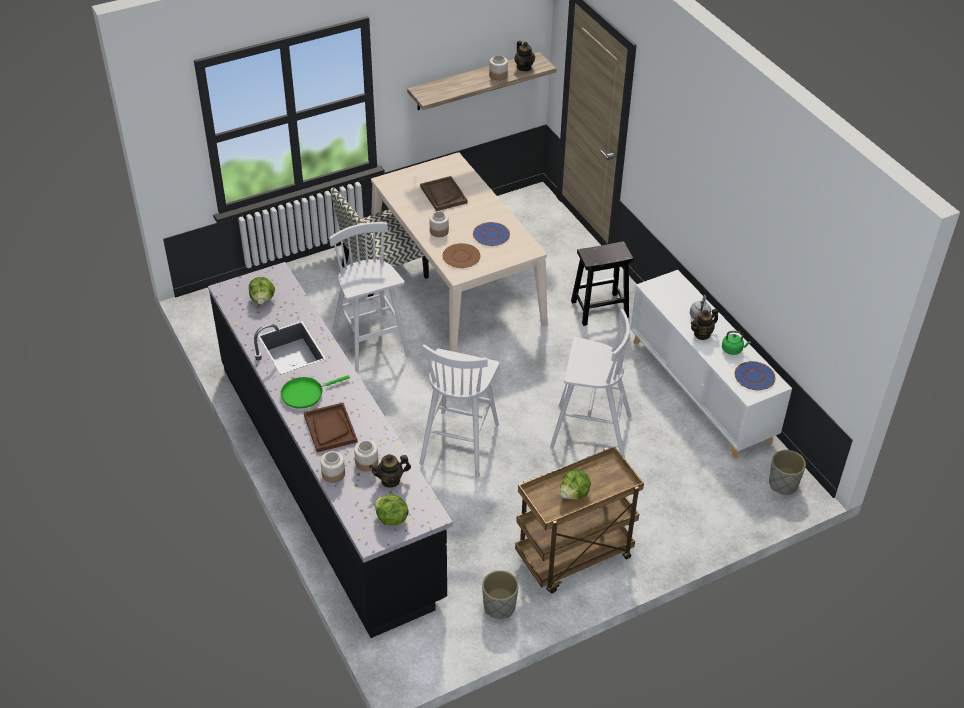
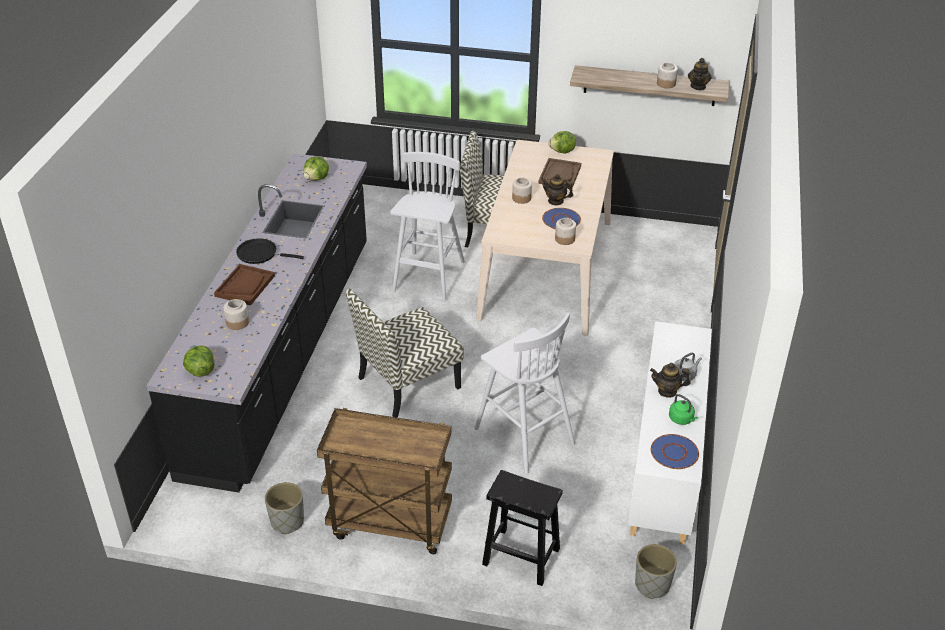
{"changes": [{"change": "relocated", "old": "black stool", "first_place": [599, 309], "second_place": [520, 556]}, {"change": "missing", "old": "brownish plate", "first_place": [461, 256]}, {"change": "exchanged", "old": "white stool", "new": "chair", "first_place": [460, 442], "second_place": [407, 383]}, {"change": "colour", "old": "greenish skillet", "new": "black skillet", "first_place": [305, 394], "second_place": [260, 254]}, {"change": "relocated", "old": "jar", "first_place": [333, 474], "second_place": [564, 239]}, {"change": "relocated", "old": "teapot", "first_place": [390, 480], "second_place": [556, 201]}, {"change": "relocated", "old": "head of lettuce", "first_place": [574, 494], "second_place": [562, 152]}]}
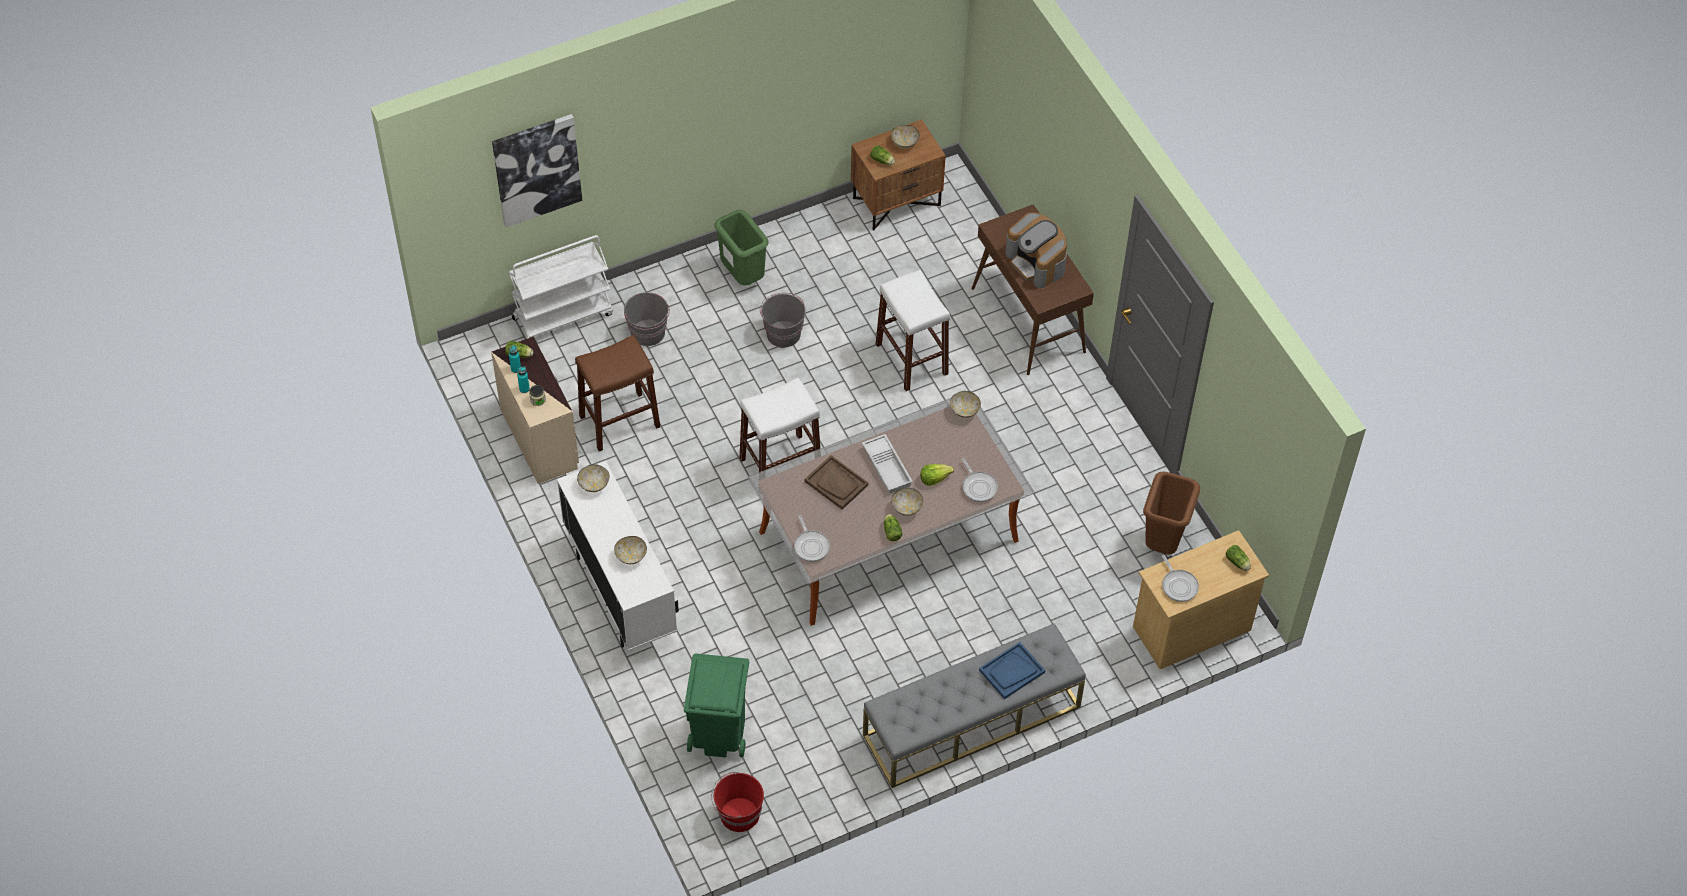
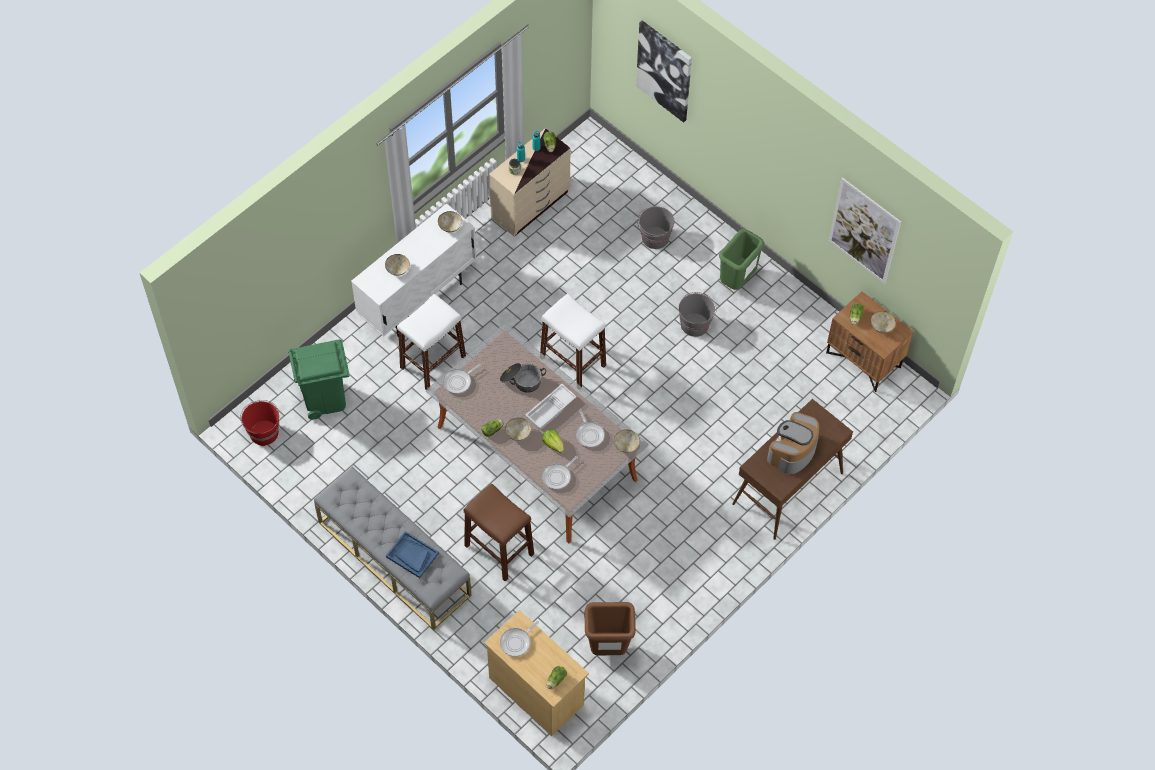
{"changes": [{"change": "missing", "old": "white cart", "first_place": [563, 315]}, {"change": "relocated", "old": "white stool", "first_place": [911, 359], "second_place": [433, 362]}, {"change": "relocated", "old": "brownish stool", "first_place": [619, 421], "second_place": [499, 550]}, {"change": "exchanged", "old": "brownish serving tray", "new": "stockpot", "first_place": [836, 483], "second_place": [521, 380]}, {"change": "appeared", "new": "picture", "second_place": [864, 230]}, {"change": "appeared", "new": "skillet", "second_place": [589, 434]}]}
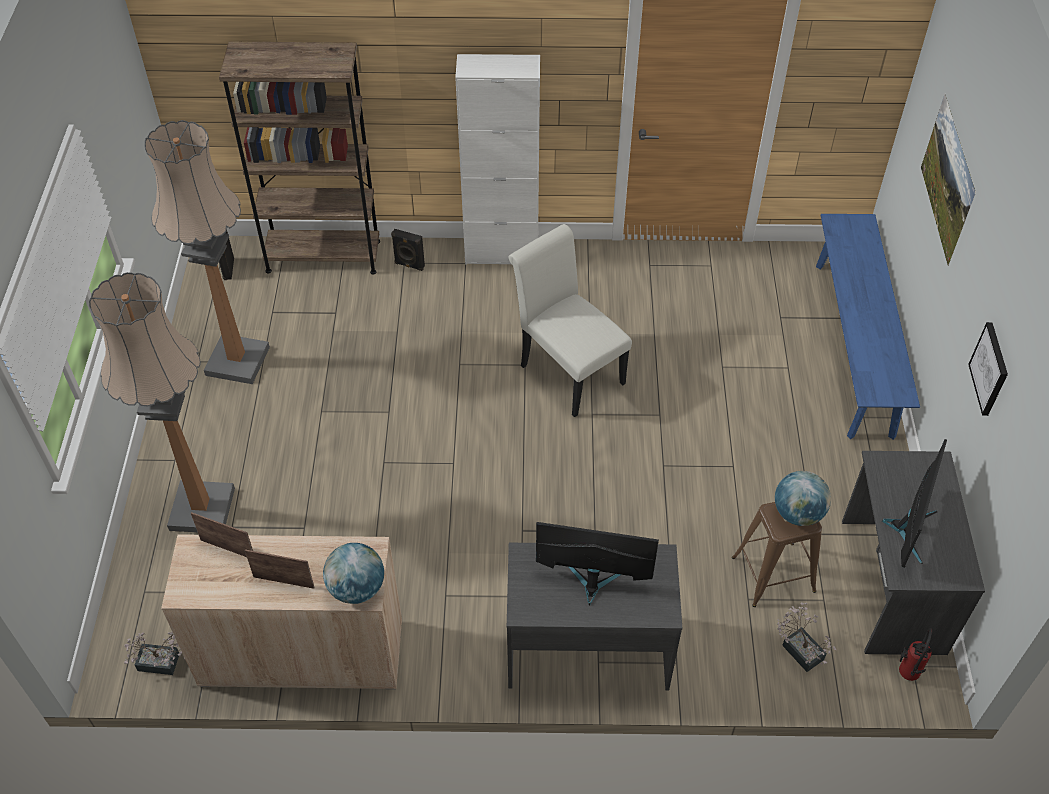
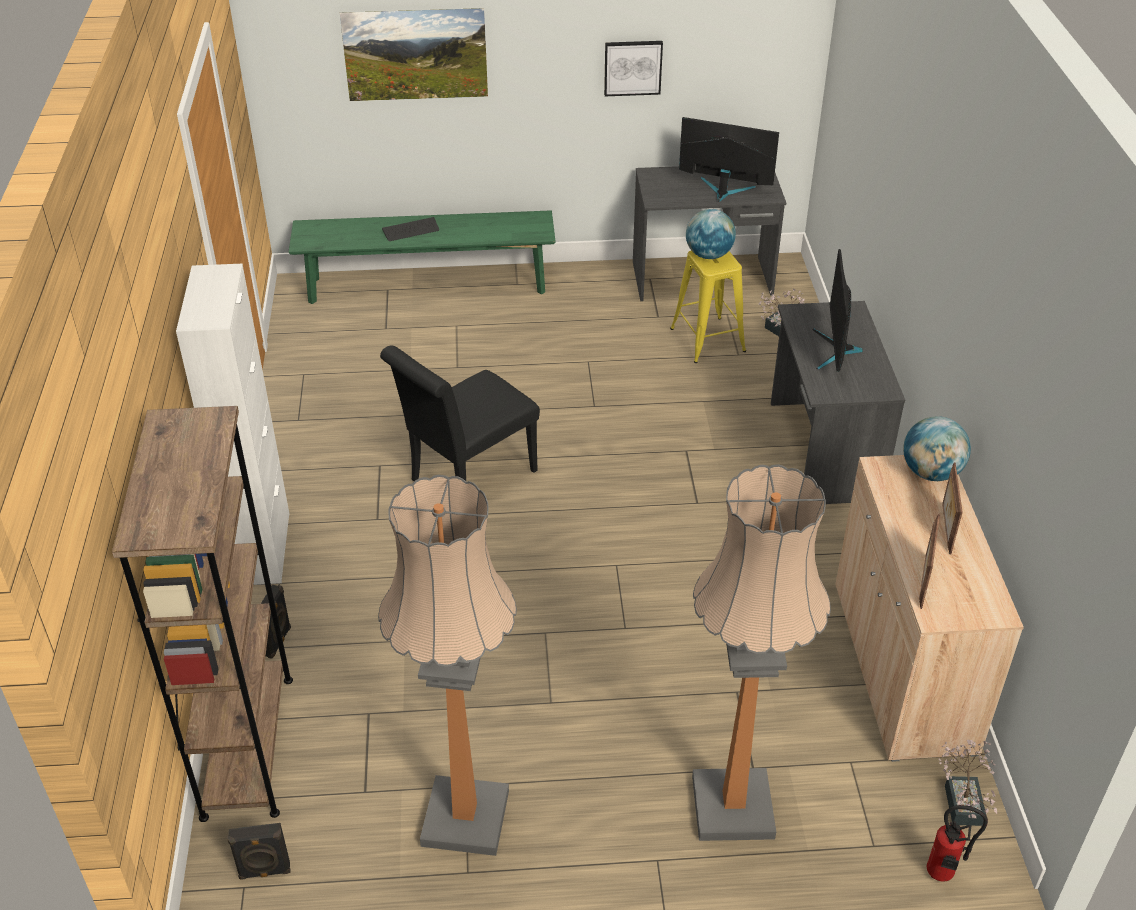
{"changes": [{"change": "colour", "old": "blue indoor bench", "new": "greenish indoor bench", "first_place": [853, 347], "second_place": [427, 285]}, {"change": "colour", "old": "white chair", "new": "black chair", "first_place": [567, 370], "second_place": [467, 479]}, {"change": "colour", "old": "brownish stool", "new": "yellow-coloured stool", "first_place": [773, 574], "second_place": [707, 340]}, {"change": "relocated", "old": "extinguisher", "first_place": [906, 676], "second_place": [944, 875]}, {"change": "appeared", "new": "PC keyboard", "second_place": [411, 230]}]}
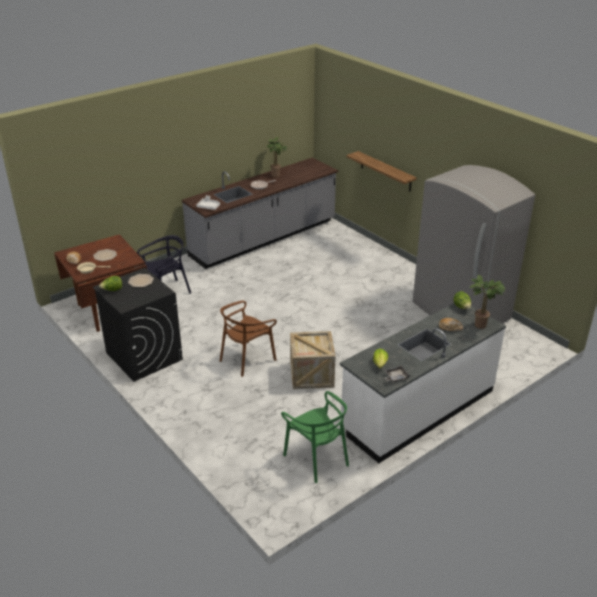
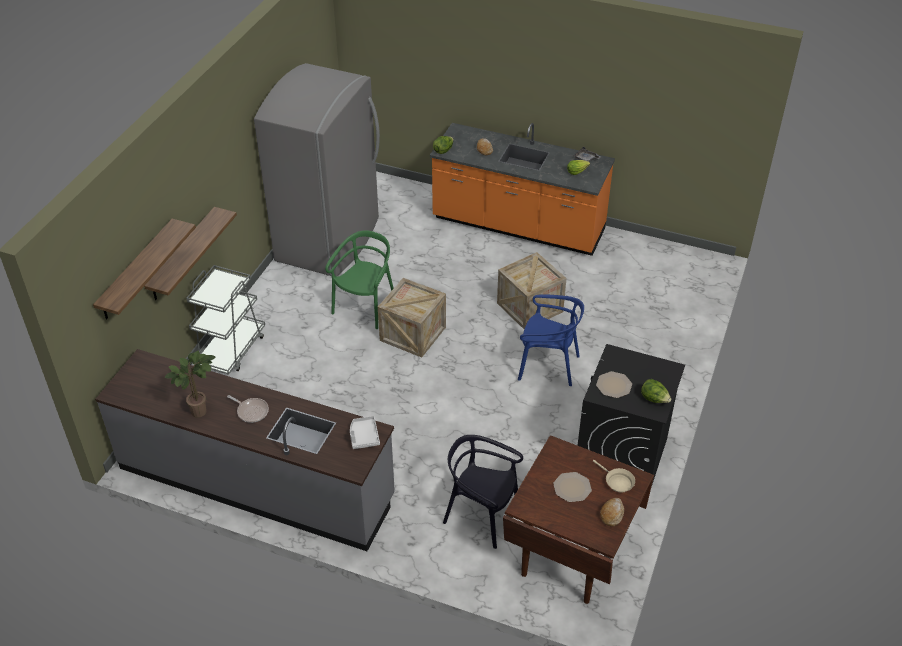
{"changes": [{"change": "missing", "old": "houseplant", "first_place": [482, 325]}, {"change": "colour", "old": "brownish chair", "new": "blue chair", "first_place": [247, 359], "second_place": [548, 366]}, {"change": "colour", "old": "white kitchen base unit", "new": "orange kitchen base unit", "first_place": [417, 410], "second_place": [518, 226]}, {"change": "relocated", "old": "greenish chair", "first_place": [317, 458], "second_place": [365, 307]}, {"change": "appeared", "new": "shelf", "second_place": [136, 270]}, {"change": "appeared", "new": "gray cart", "second_place": [231, 349]}, {"change": "appeared", "new": "crate", "second_place": [413, 334]}]}
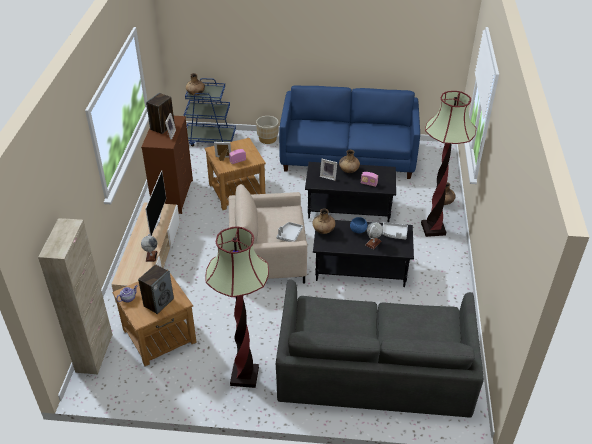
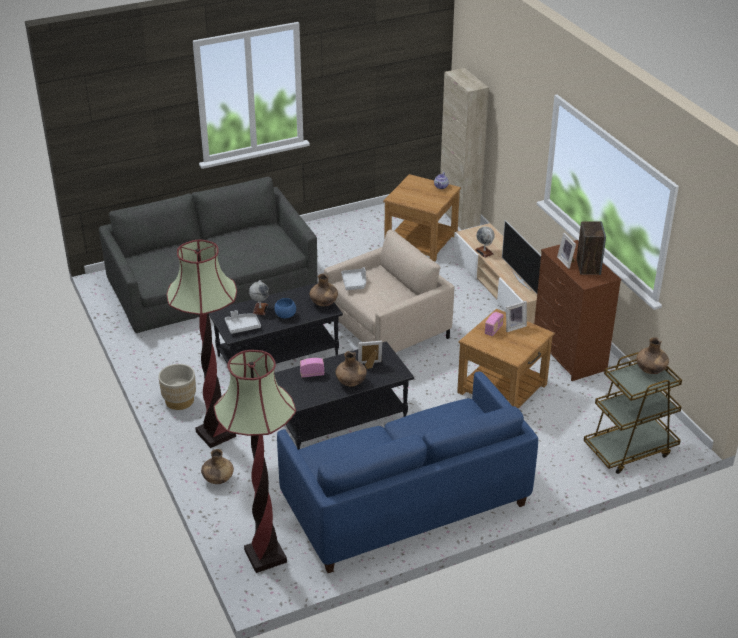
{"changes": [{"change": "colour", "old": "blue cart", "new": "brownish cart", "first_place": [210, 139], "second_place": [629, 449]}, {"change": "relocated", "old": "sand-coloured plant pot", "first_place": [267, 139], "second_place": [179, 401]}, {"change": "relocated", "old": "standard lamp", "first_place": [244, 376], "second_place": [265, 556]}, {"change": "missing", "old": "audio speaker", "first_place": [158, 302]}]}
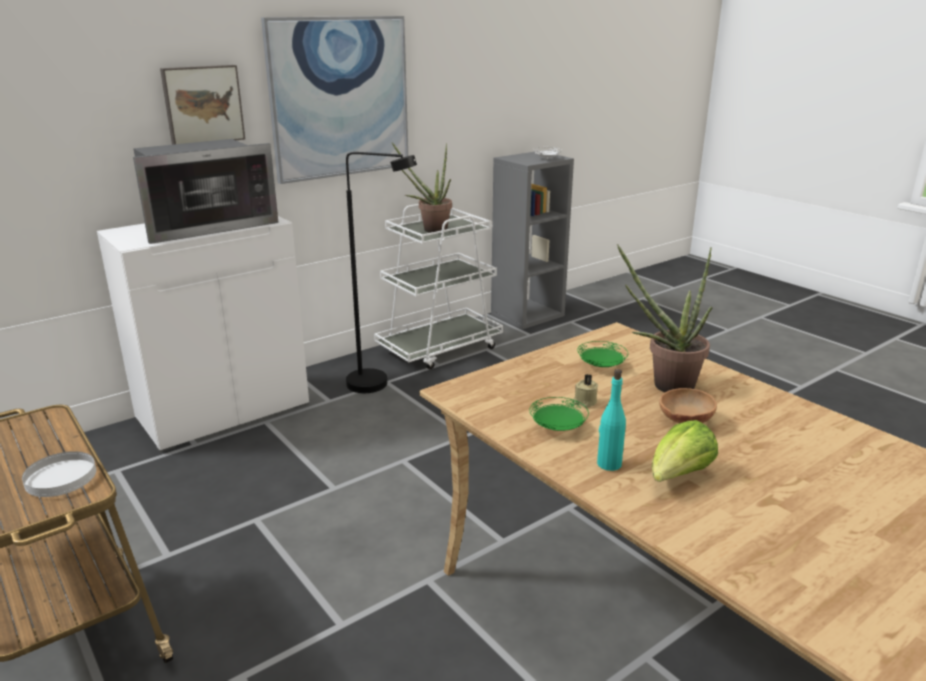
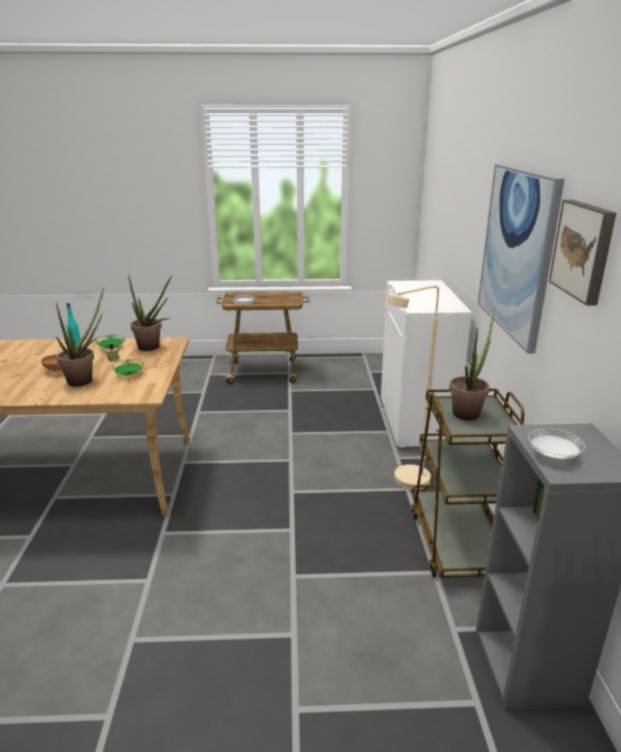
{"changes": [{"change": "relocated", "old": "picture", "first_place": [202, 104], "second_place": [584, 250]}, {"change": "missing", "old": "kitchen microwave", "first_place": [206, 225]}, {"change": "colour", "old": "black standard lamp", "new": "sand-coloured standard lamp", "first_place": [378, 385], "second_place": [405, 483]}, {"change": "colour", "old": "white cart", "new": "brownish cart", "first_place": [440, 348], "second_place": [458, 542]}, {"change": "missing", "old": "head of lettuce", "first_place": [678, 476]}, {"change": "appeared", "new": "houseplant", "second_place": [152, 348]}]}
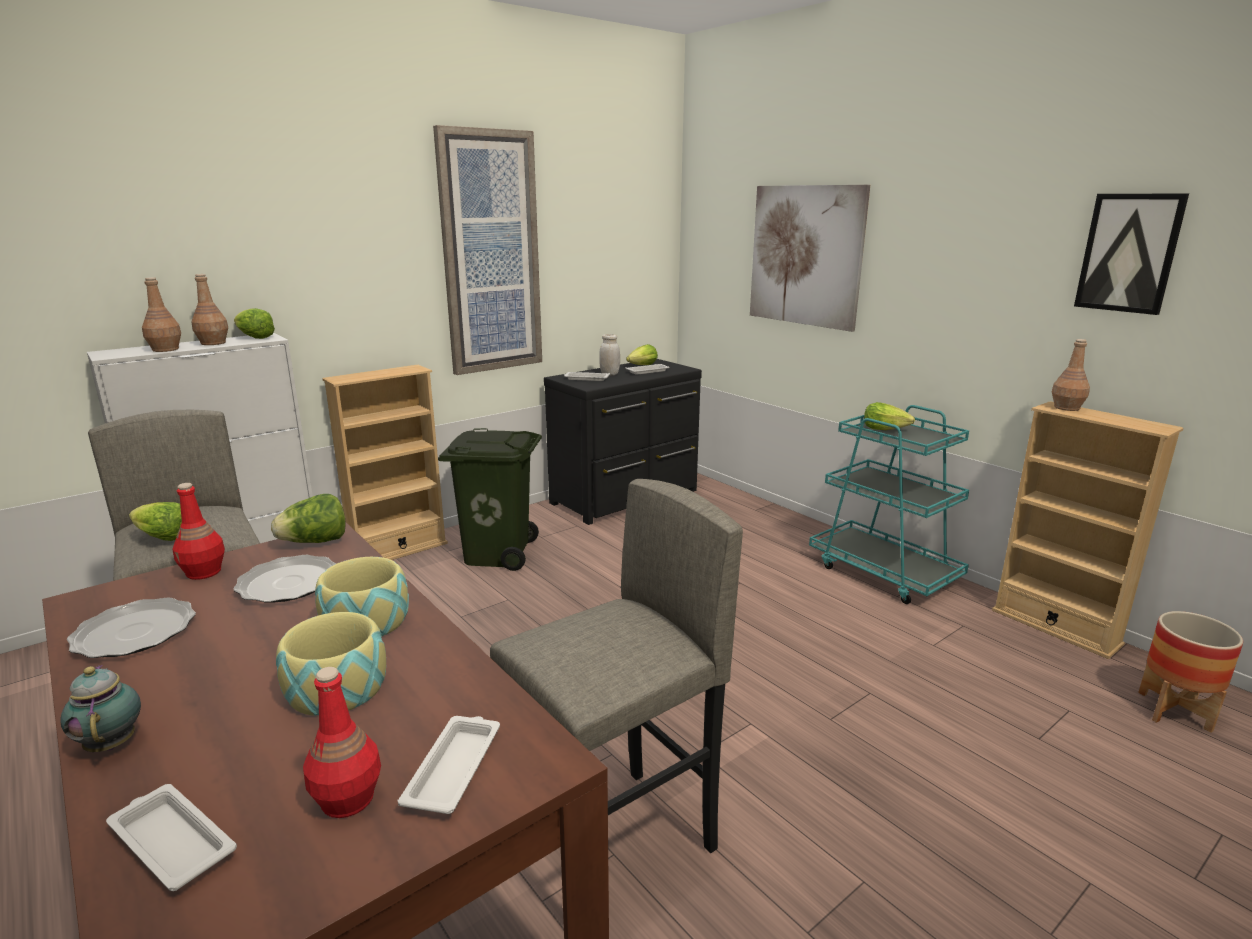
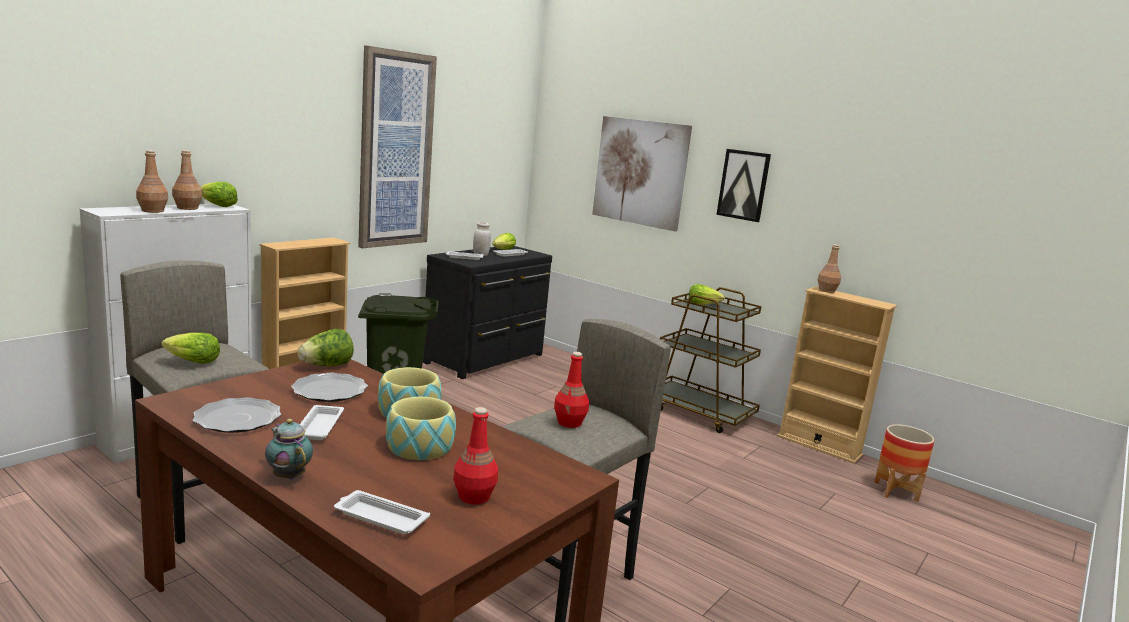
{"changes": [{"change": "relocated", "old": "picture", "first_place": [1129, 253], "second_place": [743, 185]}, {"change": "colour", "old": "blue-green cart", "new": "brownish cart", "first_place": [883, 572], "second_place": [699, 413]}, {"change": "relocated", "old": "red-coloured drink bottle", "first_place": [204, 572], "second_place": [570, 423]}, {"change": "relocated", "old": "white serving tray", "first_place": [454, 768], "second_place": [320, 426]}]}
